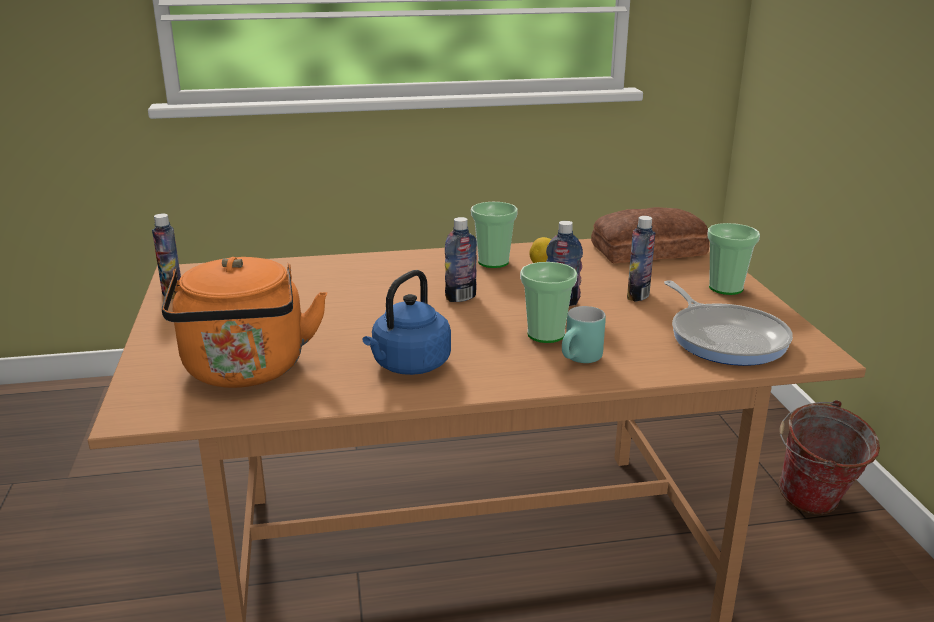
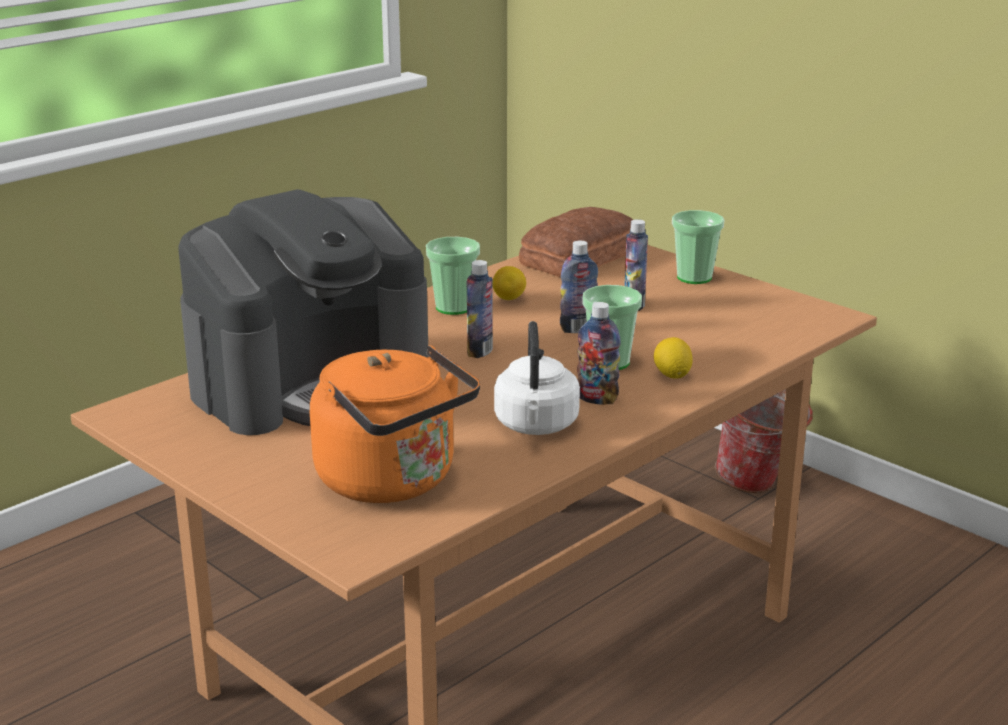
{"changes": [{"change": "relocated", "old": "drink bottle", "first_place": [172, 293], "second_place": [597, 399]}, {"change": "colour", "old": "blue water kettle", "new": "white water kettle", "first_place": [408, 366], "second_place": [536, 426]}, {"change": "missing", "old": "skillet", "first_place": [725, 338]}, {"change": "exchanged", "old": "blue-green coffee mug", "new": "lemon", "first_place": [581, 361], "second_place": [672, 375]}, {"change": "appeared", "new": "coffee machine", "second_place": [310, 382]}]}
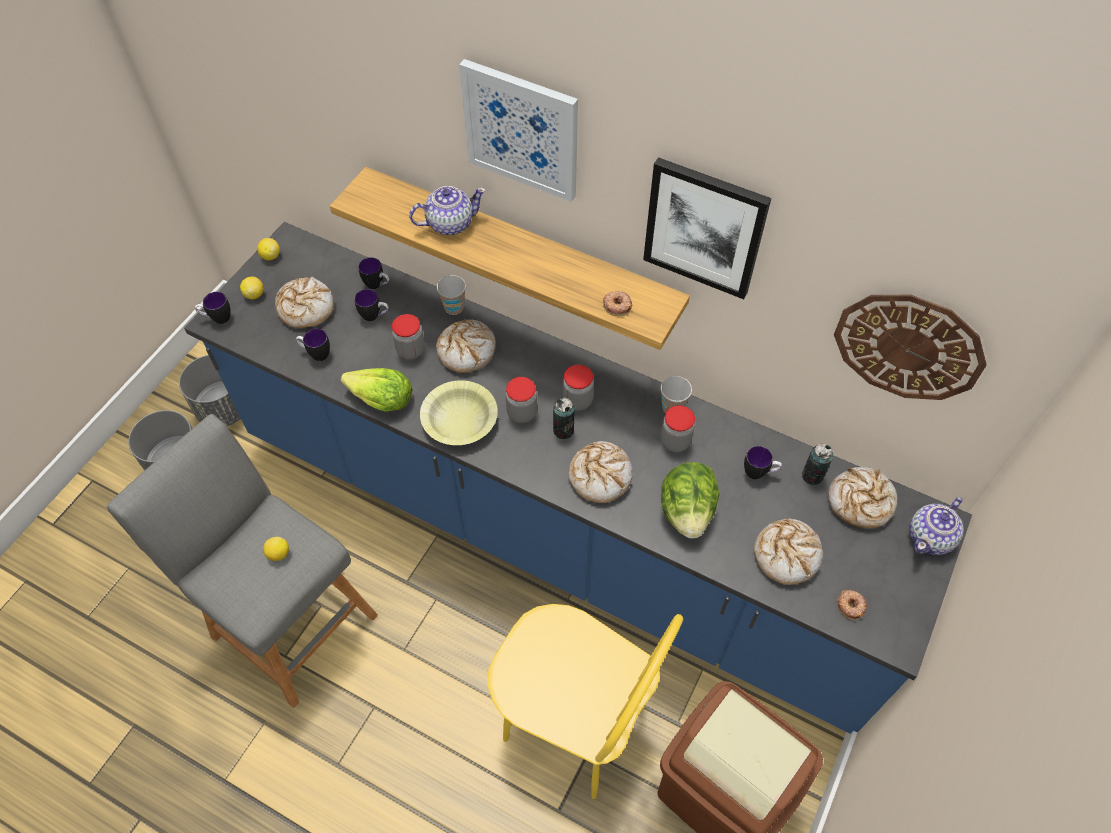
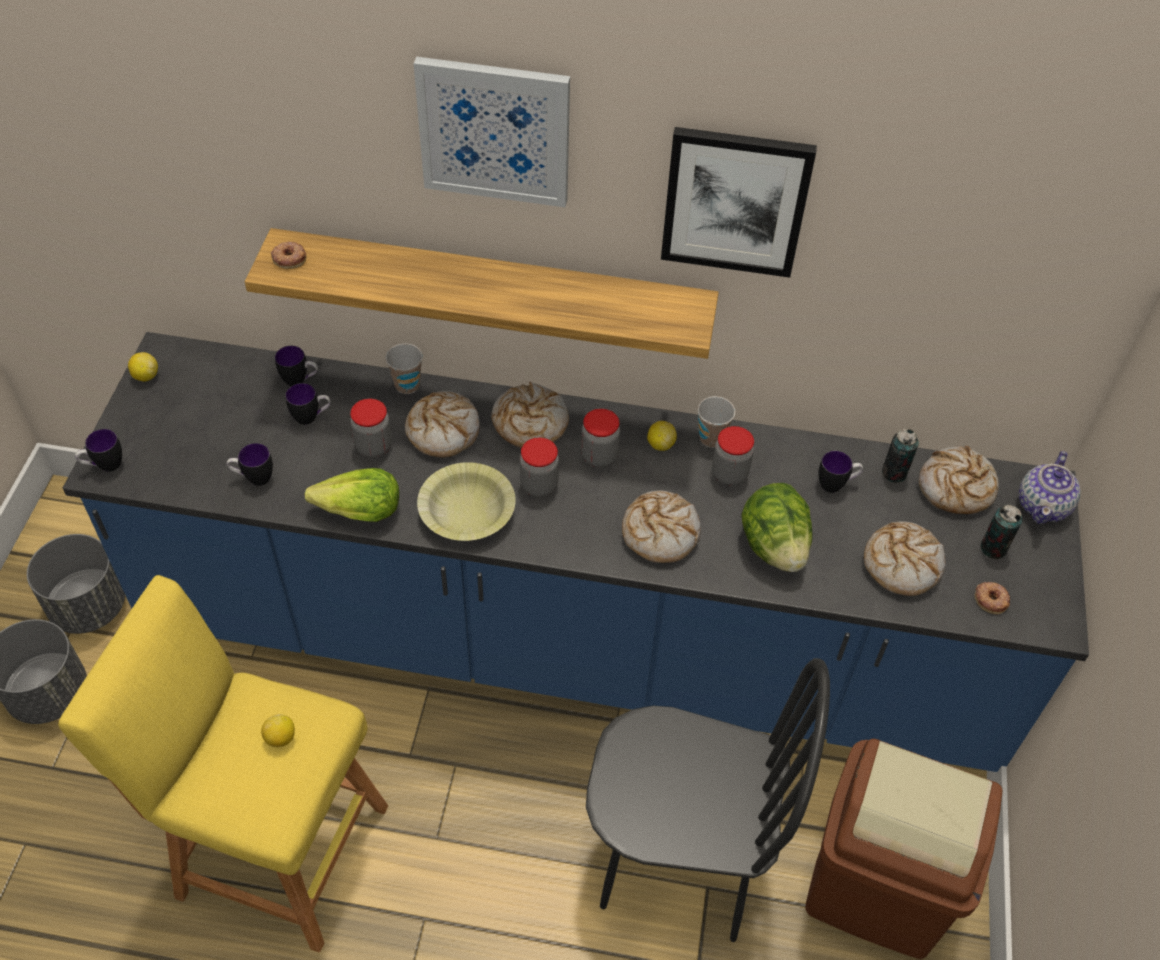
{"changes": [{"change": "missing", "old": "teapot", "first_place": [449, 223]}, {"change": "relocated", "old": "lemon", "first_place": [254, 294], "second_place": [660, 444]}, {"change": "relocated", "old": "baked bread", "first_place": [305, 308], "second_place": [529, 423]}, {"change": "relocated", "old": "doughnut", "first_place": [617, 305], "second_place": [289, 258]}, {"change": "missing", "old": "clock on the wall", "first_place": [908, 346]}, {"change": "relocated", "old": "sealed can", "first_place": [563, 430], "second_place": [993, 548]}, {"change": "colour", "old": "gray stool", "new": "yellow-coloured stool", "first_place": [289, 621], "second_place": [273, 847]}, {"change": "colour", "old": "yellow-coloured chair", "new": "black chair", "first_place": [573, 724], "second_place": [678, 863]}]}
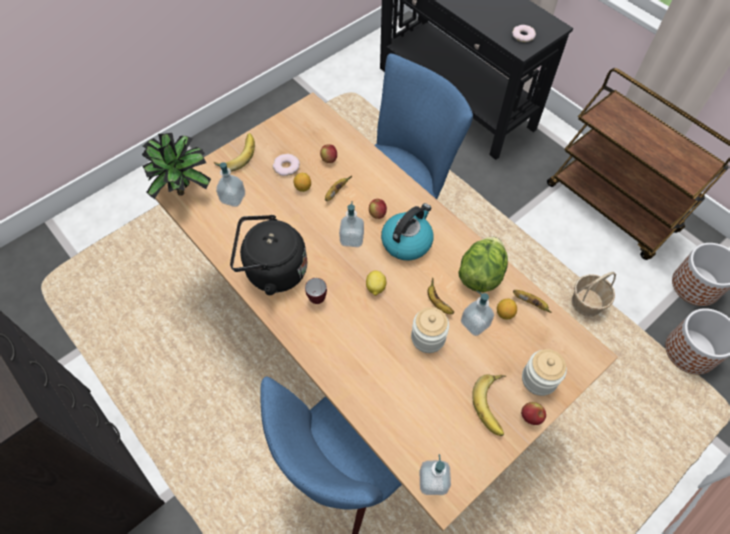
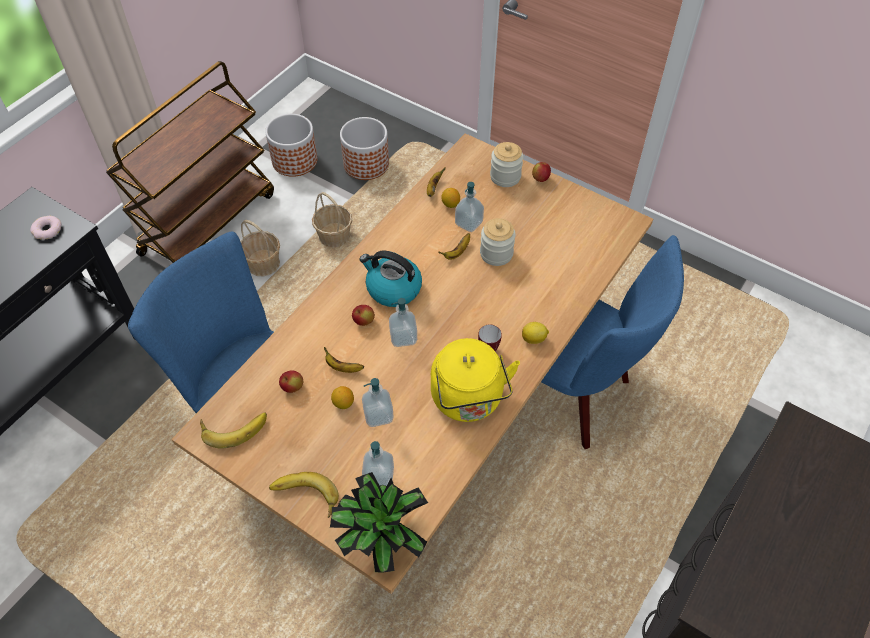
{"changes": [{"change": "missing", "old": "doughnut", "first_place": [286, 167]}, {"change": "colour", "old": "black water kettle", "new": "yellow-coloured water kettle", "first_place": [272, 271], "second_place": [468, 400]}, {"change": "missing", "old": "head of lettuce", "first_place": [480, 275]}, {"change": "relocated", "old": "lemon", "first_place": [375, 288], "second_place": [534, 339]}, {"change": "relocated", "old": "banana fruit", "first_place": [495, 405], "second_place": [234, 427]}, {"change": "relocated", "old": "soap bottle", "first_place": [433, 481], "second_place": [378, 415]}, {"change": "appeared", "new": "storage basket", "second_place": [263, 263]}]}
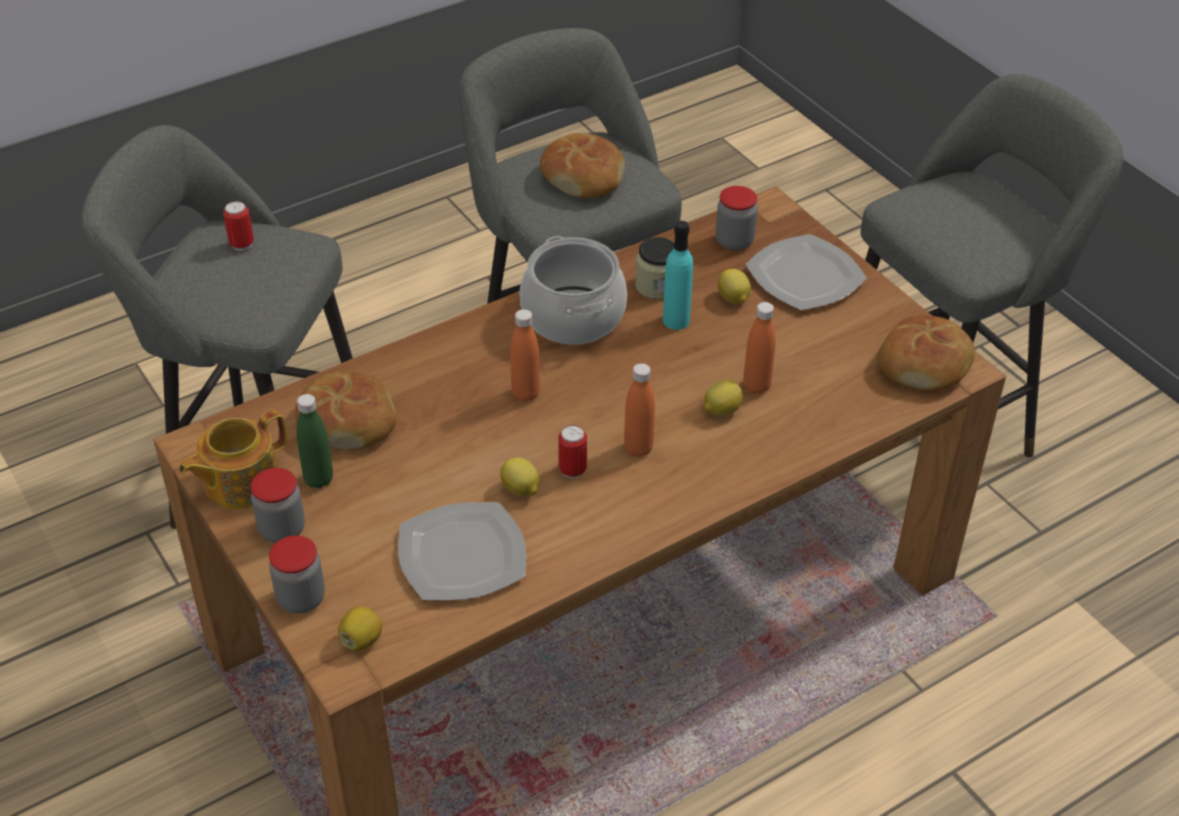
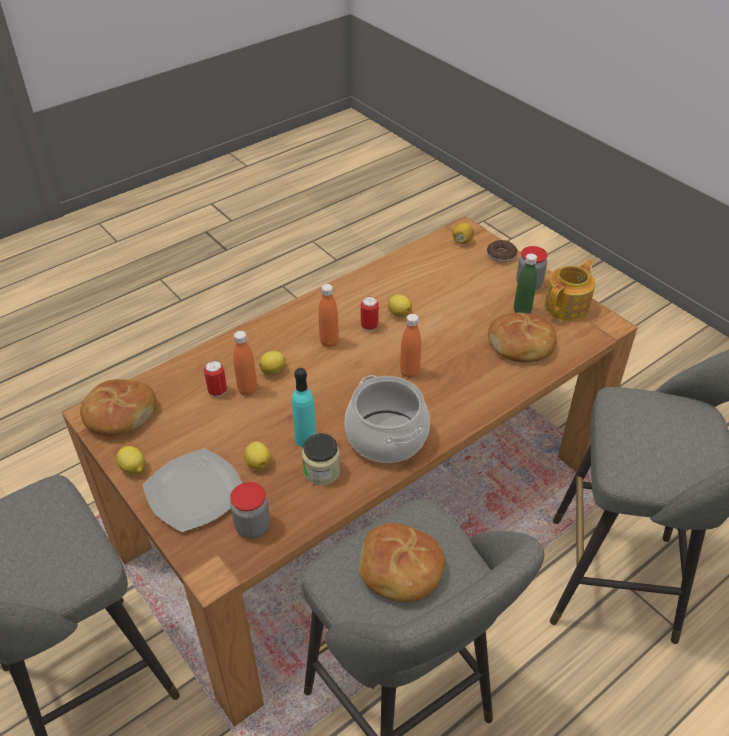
{"changes": [{"change": "relocated", "old": "sealed can", "first_place": [242, 244], "second_place": [217, 391]}, {"change": "missing", "old": "plate", "first_place": [460, 554]}, {"change": "exchanged", "old": "jar", "new": "doughnut", "first_place": [301, 598], "second_place": [501, 255]}, {"change": "appeared", "new": "lemon", "second_place": [133, 469]}]}
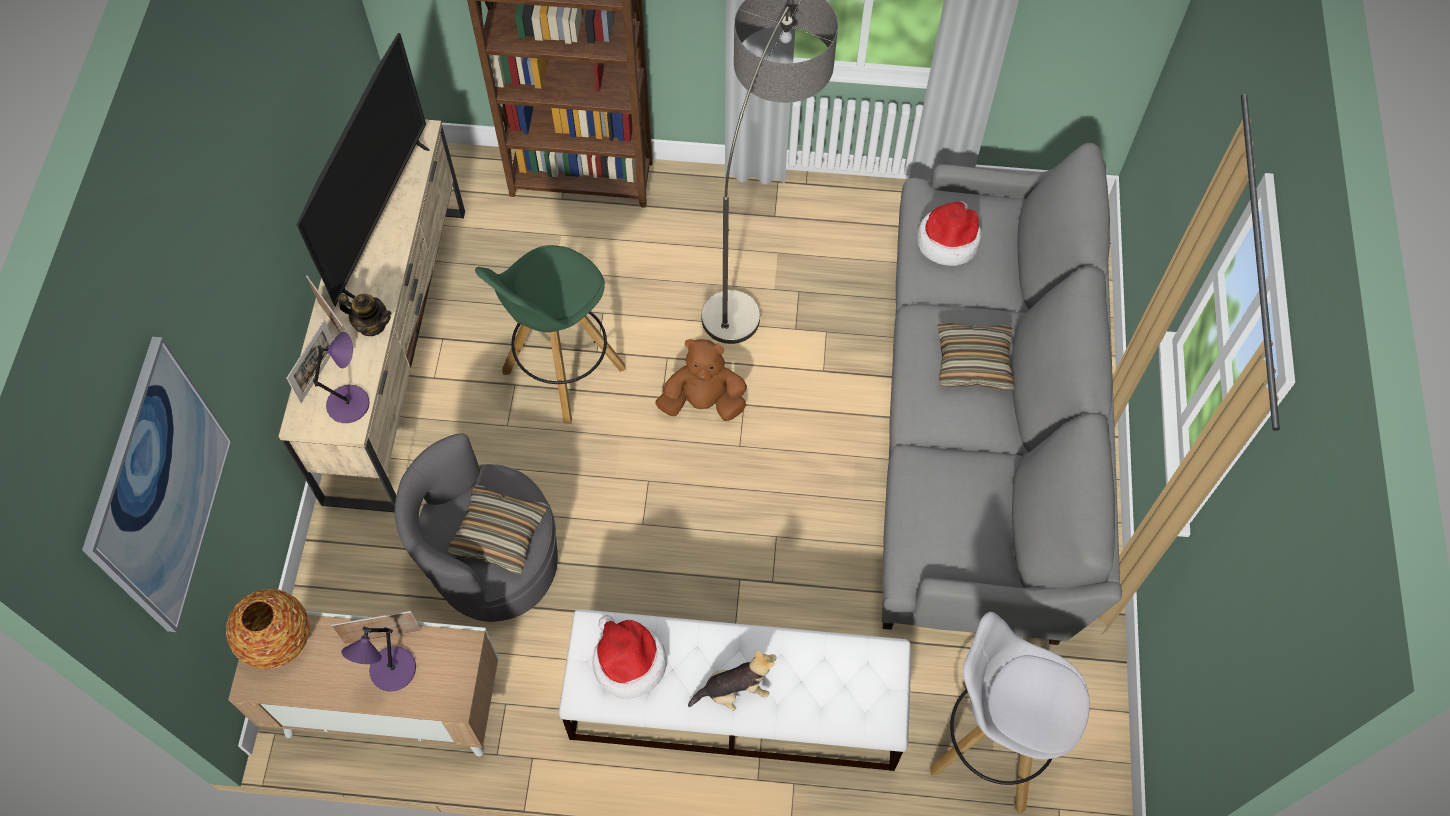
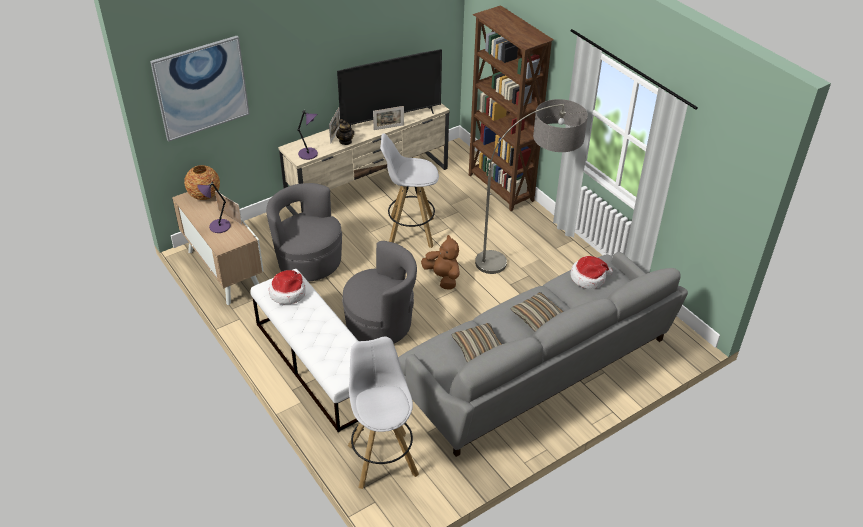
{"changes": [{"change": "colour", "old": "greenish stool", "new": "white stool", "first_place": [562, 371], "second_place": [410, 232]}, {"change": "relocated", "old": "picture frame", "first_place": [318, 374], "second_place": [388, 127]}, {"change": "relocated", "old": "pillow", "first_place": [499, 534], "second_place": [478, 348]}, {"change": "missing", "old": "cuddly toy", "first_place": [735, 690]}, {"change": "appeared", "new": "gray lounge chair", "second_place": [380, 324]}]}
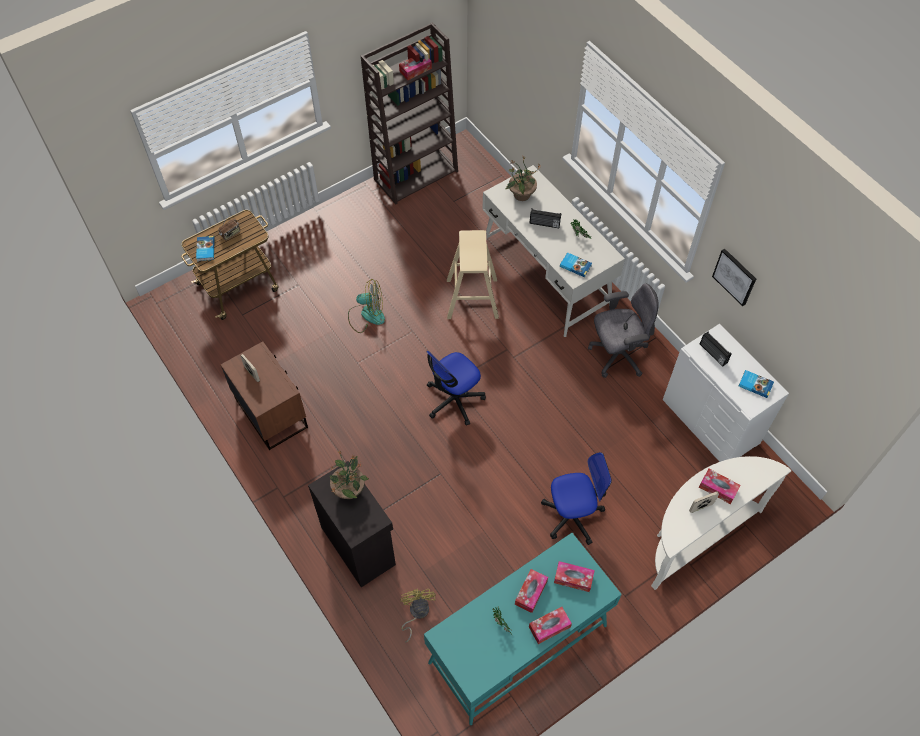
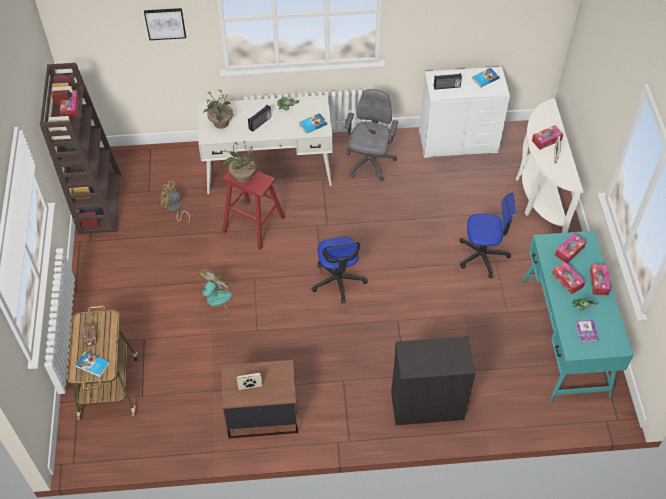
{"changes": [{"change": "colour", "old": "sand-coloured stool", "new": "red-coloured stool", "first_place": [472, 298], "second_place": [253, 224]}, {"change": "relocated", "old": "picture", "first_place": [735, 276], "second_place": [165, 23]}, {"change": "relocated", "old": "houseplant", "first_place": [349, 489], "second_place": [242, 176]}, {"change": "spun", "old": "office chair", "first_place": [572, 515], "second_place": [482, 255], "degrees": 75}, {"change": "relocated", "old": "yellow-coloured electric fan", "first_place": [416, 613], "second_place": [175, 209]}, {"change": "appeared", "new": "volume", "second_place": [586, 331]}]}
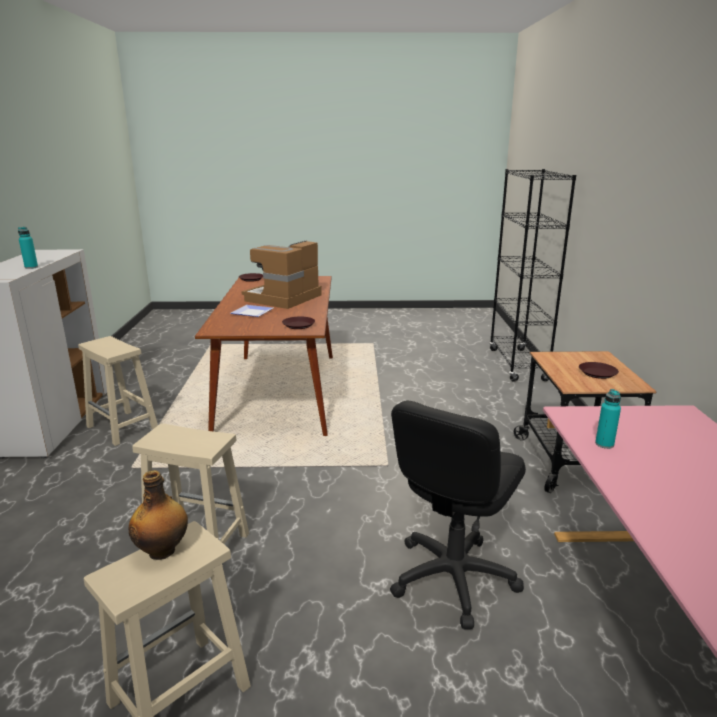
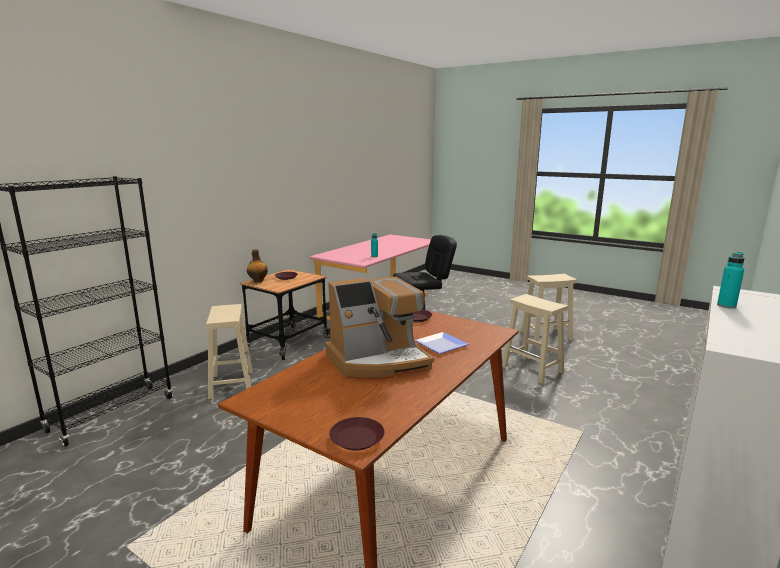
{"changes": [{"change": "relocated", "old": "sand-coloured stool", "first_place": [123, 428], "second_place": [231, 384]}, {"change": "relocated", "old": "drink bottle", "first_place": [163, 550], "second_place": [258, 281]}]}
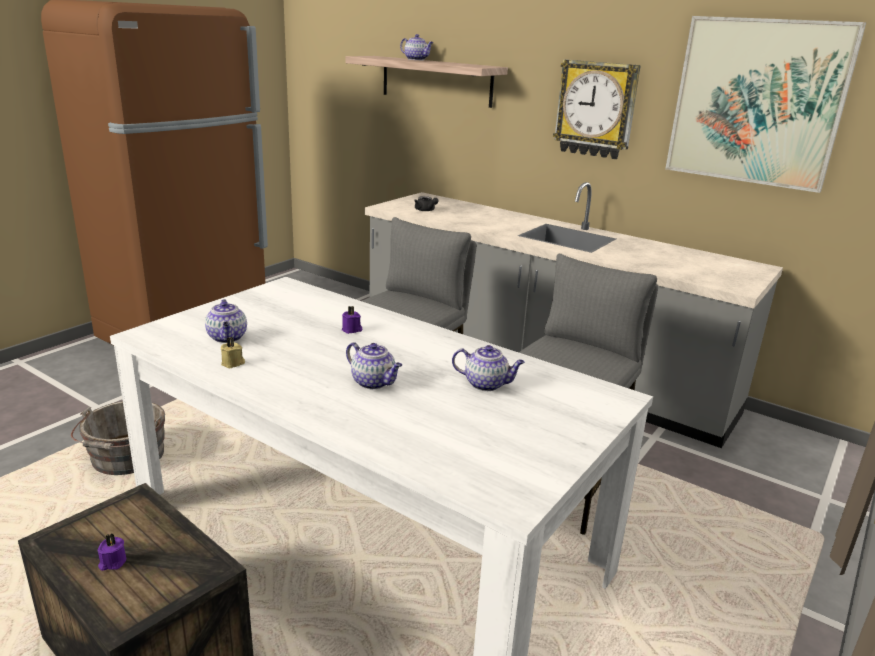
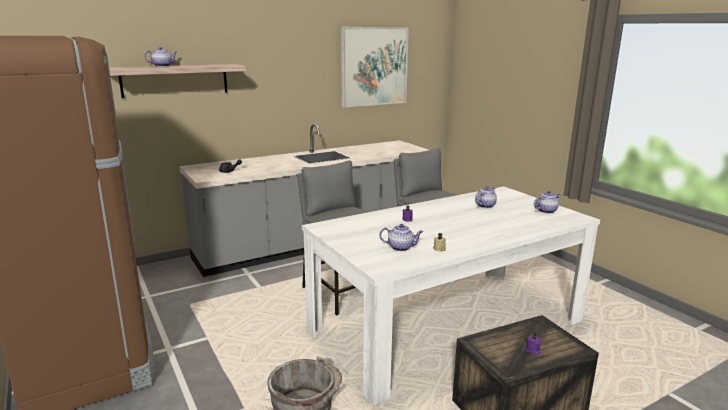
{"changes": [{"change": "missing", "old": "clock on the wall", "first_place": [596, 109]}, {"change": "relocated", "old": "teapot", "first_place": [374, 382], "second_place": [546, 211]}]}
